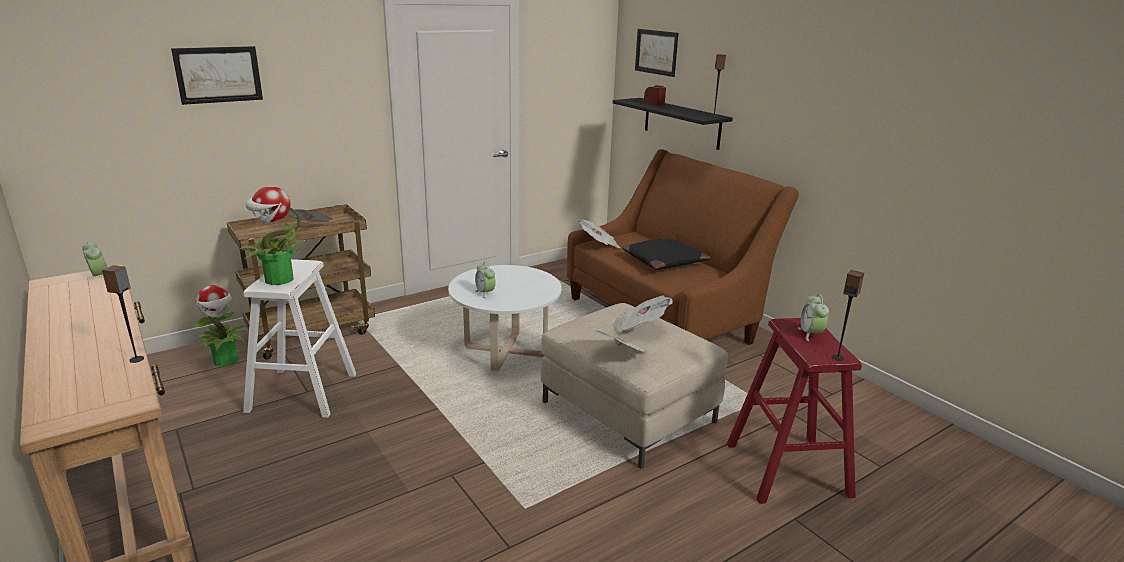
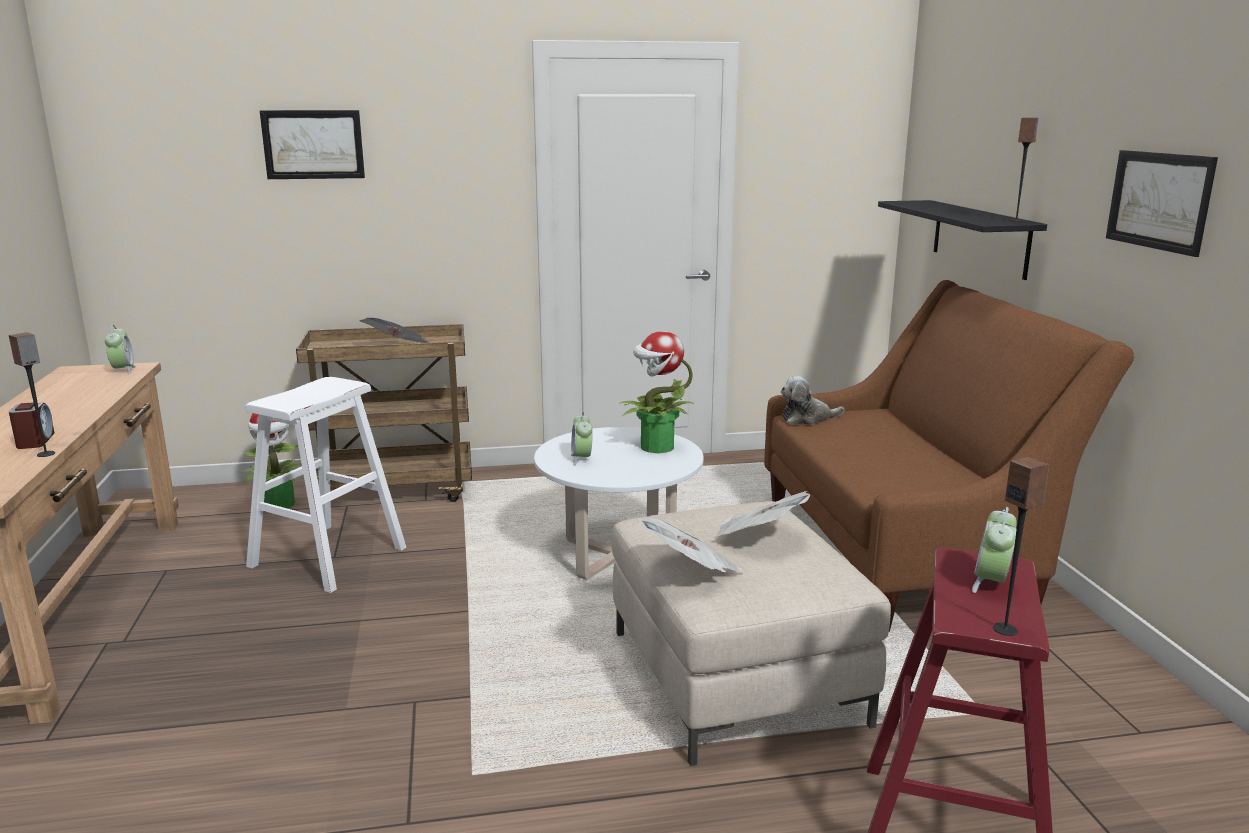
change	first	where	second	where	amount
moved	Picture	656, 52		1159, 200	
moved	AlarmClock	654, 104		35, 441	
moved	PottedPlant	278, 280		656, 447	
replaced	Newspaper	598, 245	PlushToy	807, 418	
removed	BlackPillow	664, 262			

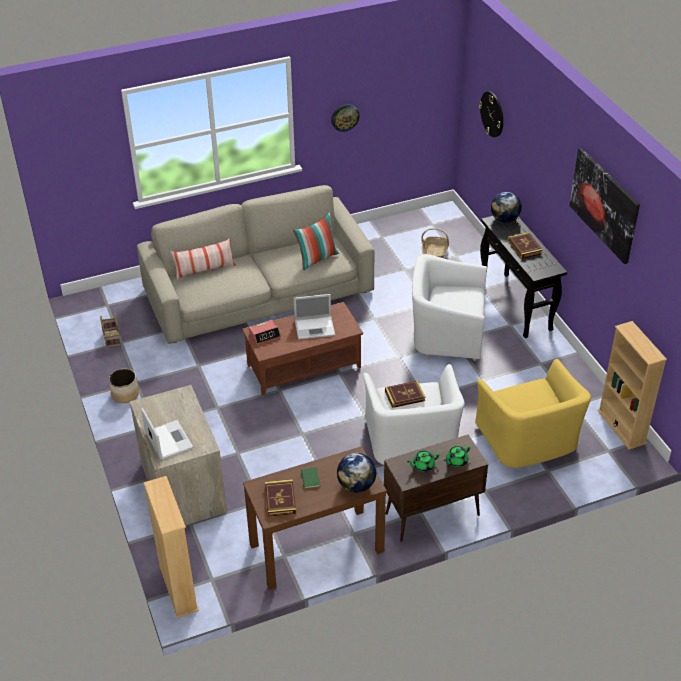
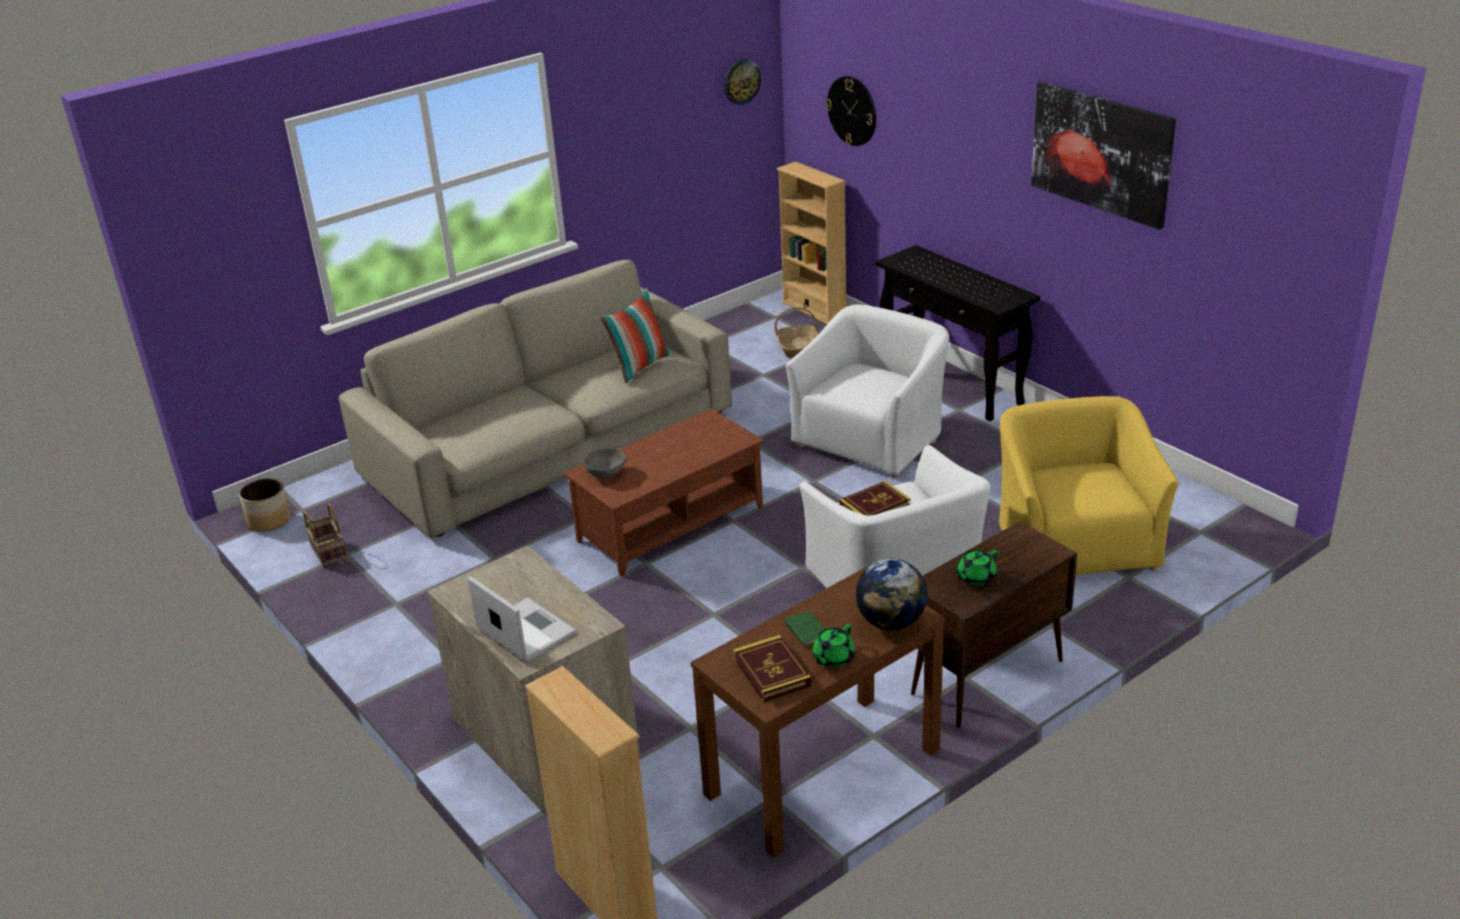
change	first	where	second	where	amount
moved	WallClock	345, 117		741, 81	
removed	Globe	505, 219			
removed	Book	525, 247			
removed	Pillow	204, 270			
turned	WhiteArmchair	446, 334		871, 439	135 degrees clockwise
removed	Laptop	315, 327			
replaced	AlarmClock	265, 335	GreyBowl	606, 473	
moved	BeigeBookcase	621, 427		814, 309	
turned	YellowArmchair	528, 440		1074, 544	150 degrees counterclockwise
moved	Planter	125, 394		269, 520	
moved	GreenTeapot	456, 461		833, 658	

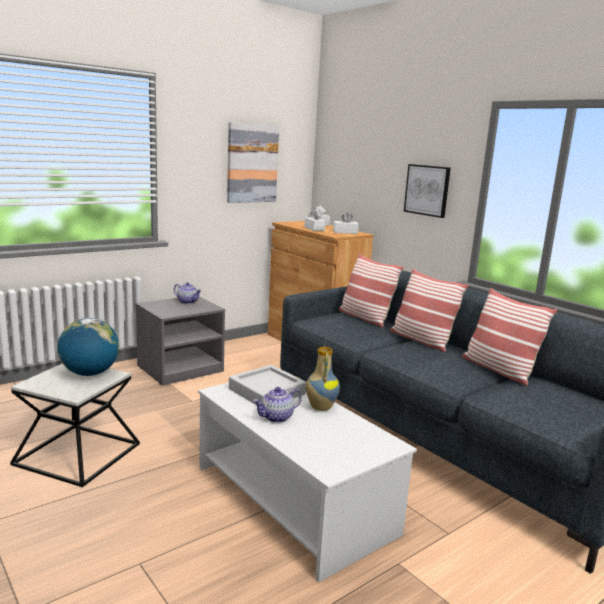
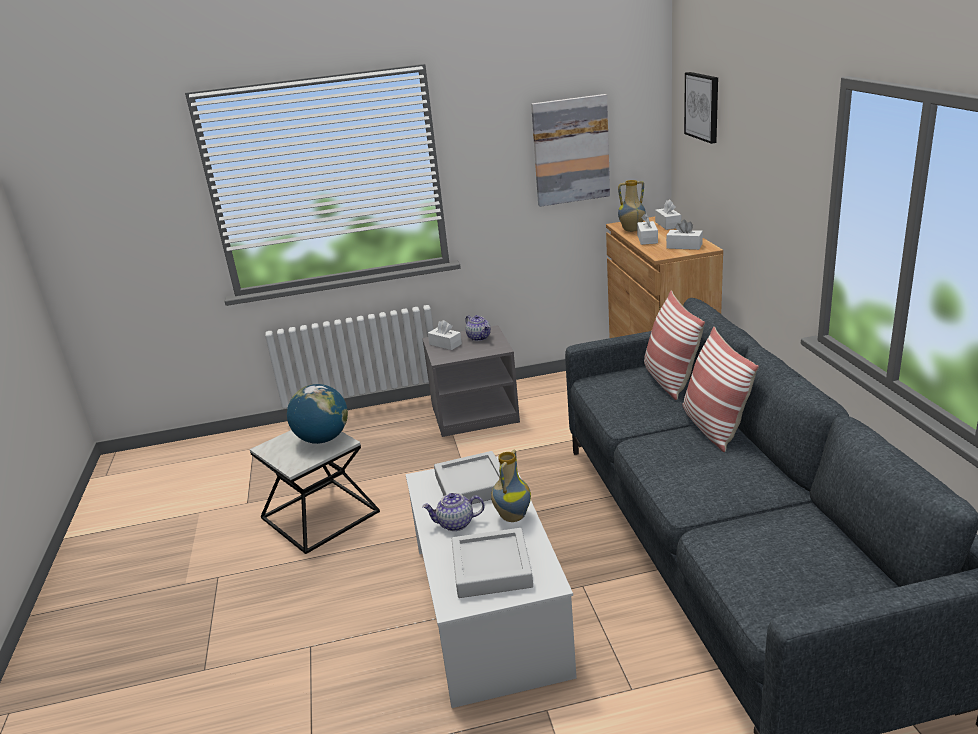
change	first	where	second	where	amount
moved	Picture	427, 190		702, 106	
removed	Pillow	499, 370			
added			Vase	631, 230	
added			WhiteTissueBox	445, 344	
added			GreyTray	491, 568	

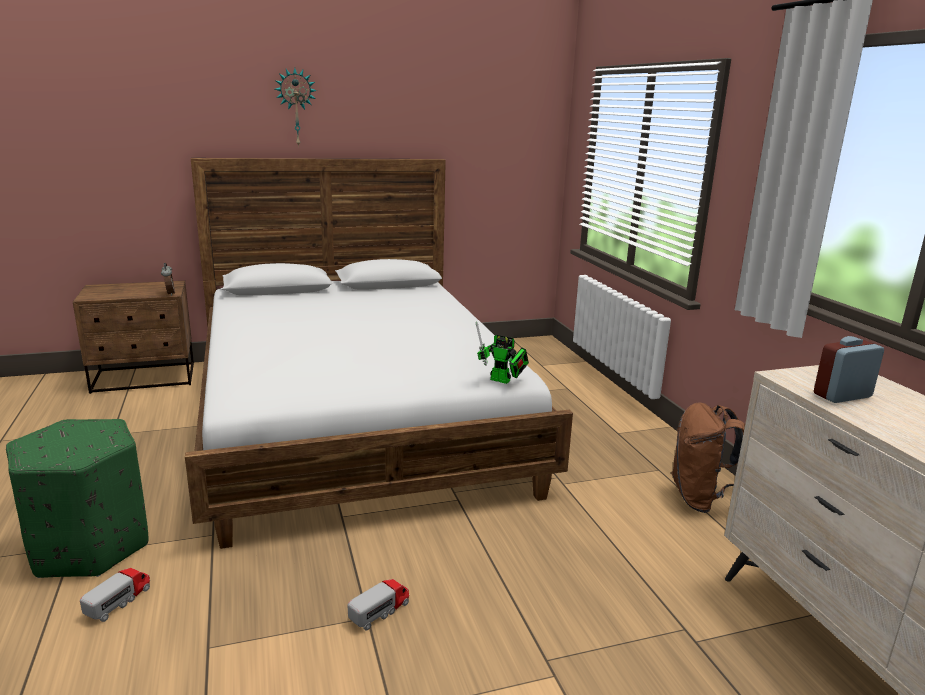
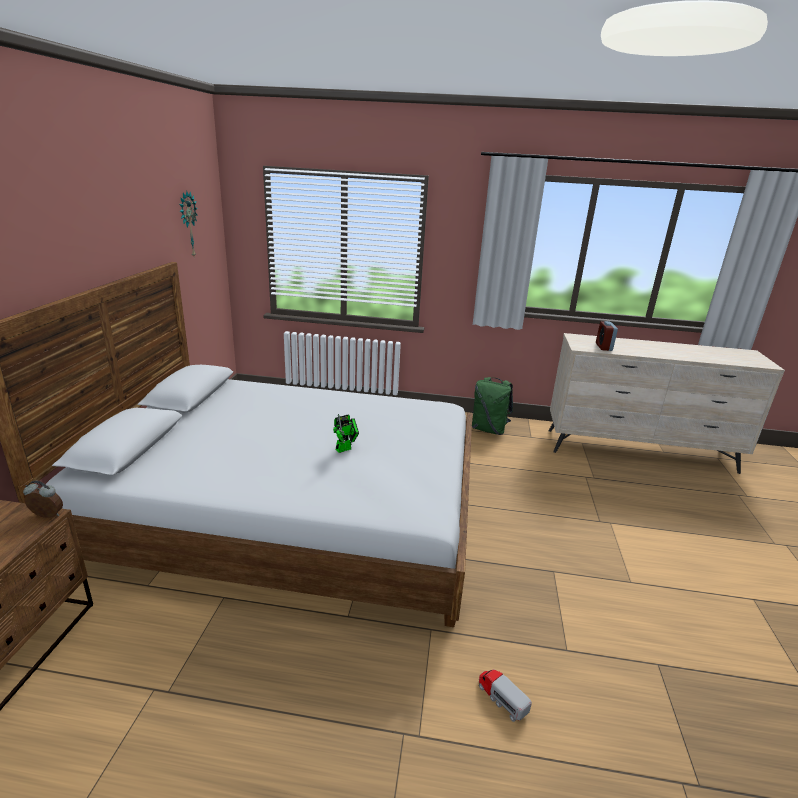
change	first	where	second	where	amount
moved	WallClock	296, 107		187, 224	
moved	ToyRobot	503, 381		345, 448	
recoloured	BrownBackpack	703, 500	GreenBackpack	489, 429	
removed	GreenOttoman	90, 545			
removed	ToyTruck	380, 611			

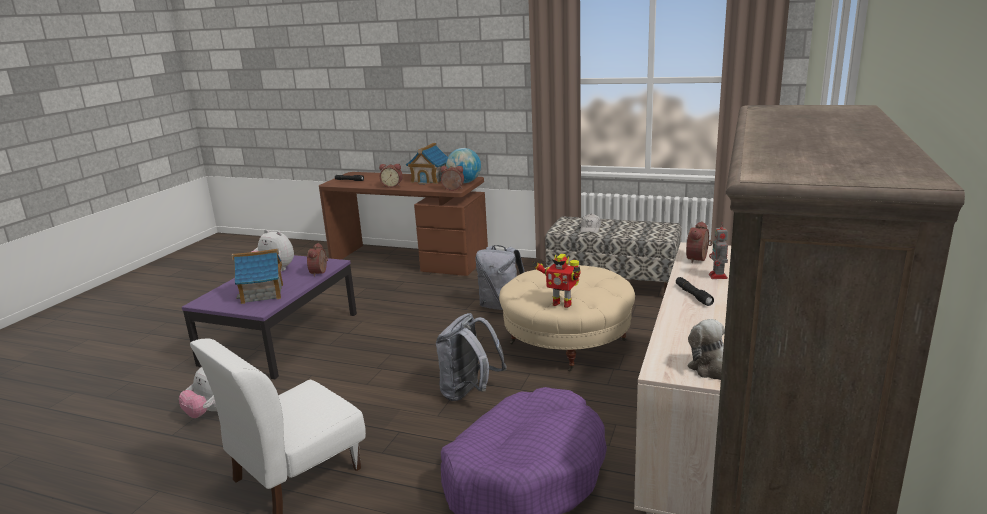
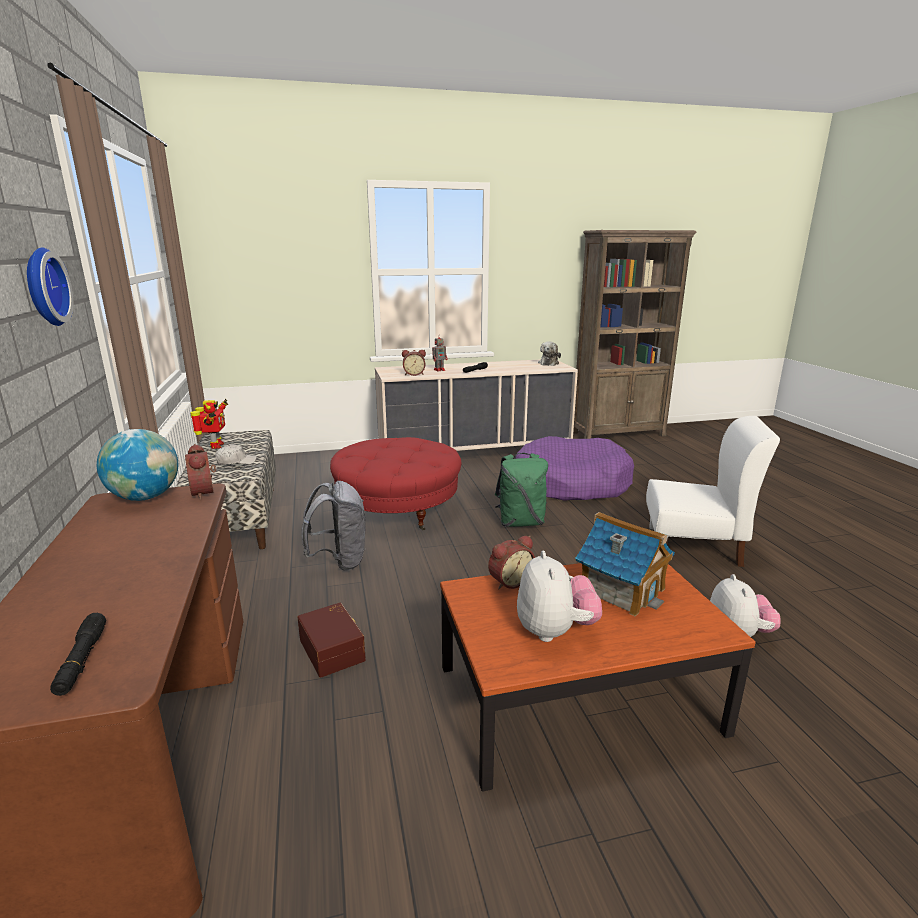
change	first	where	second	where	amount
removed	ToyHouse	430, 179			
removed	AlarmClock	392, 186			
moved	ToyRobot	561, 303		215, 446	
recoloured	PurpleCoffeeTable	282, 338	BrownCoffeeTable	577, 698	
recoloured	BeigeOttoman	567, 342	RedOttoman	398, 509	
recoloured	GreyBackpack	469, 393	GreenBackpack	520, 522	
added			WallClock	42, 287	
added			BrownStorageBox	333, 649	

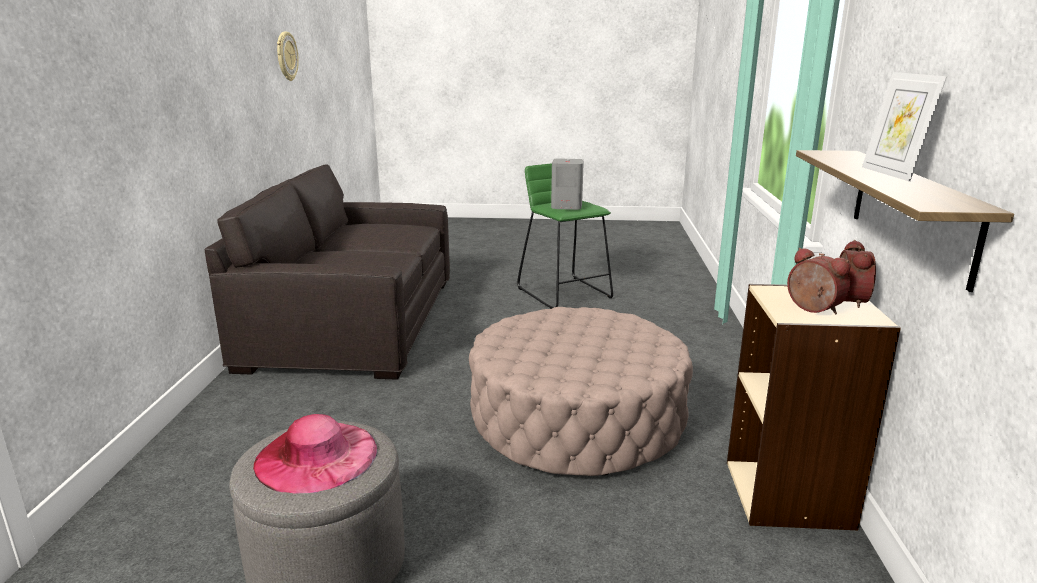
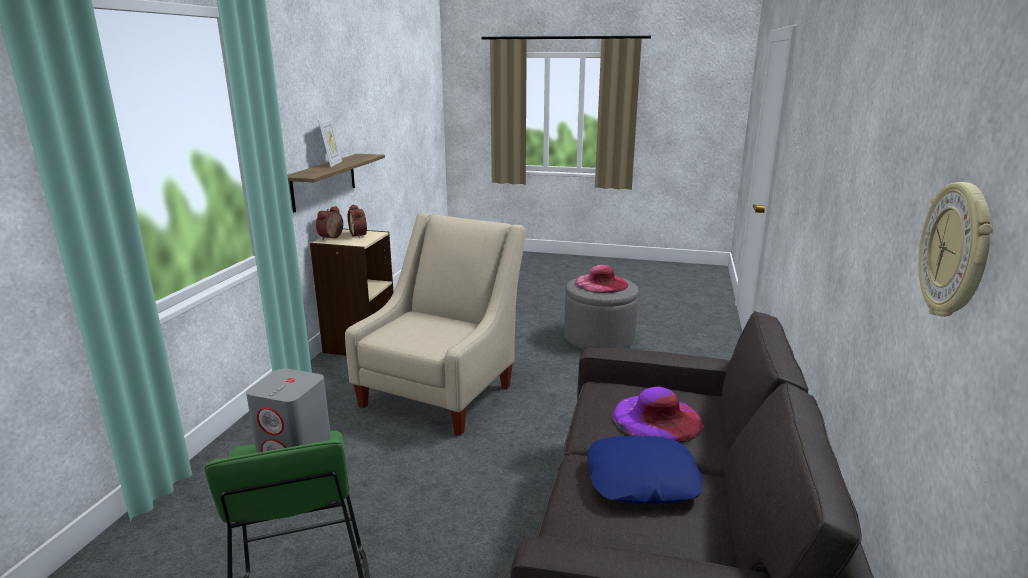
change	first	where	second	where	amount
replaced	BeigeOttoman	577, 419	BeigeArmchair	443, 391	
added			PurpleHat	657, 418	
added			BluePillow	642, 480	

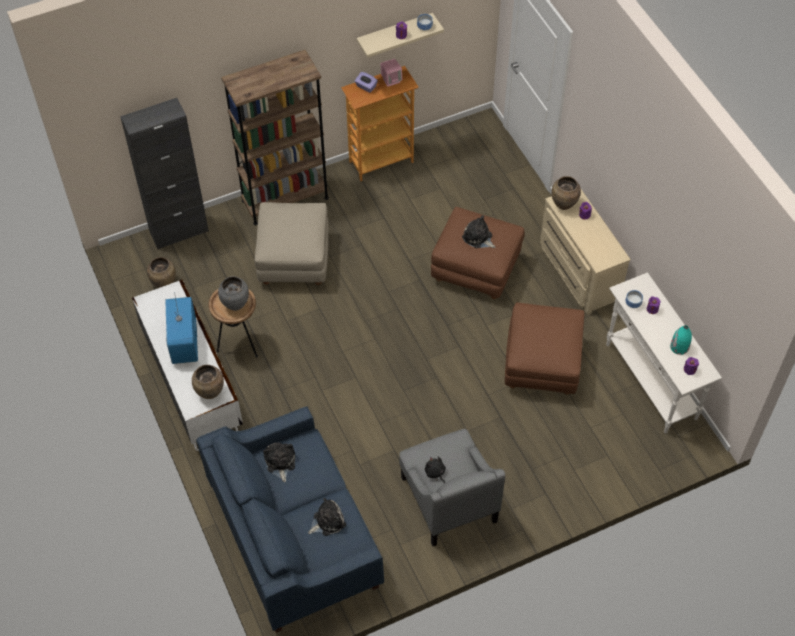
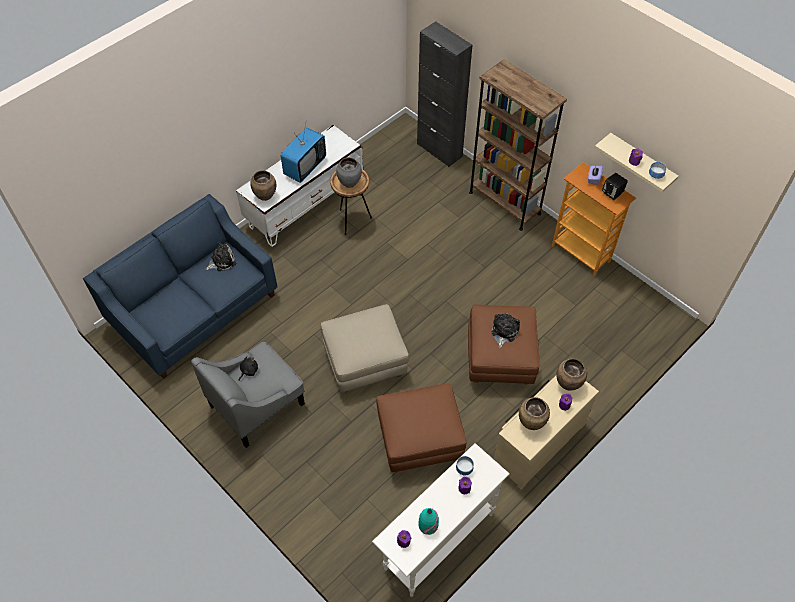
change	first	where	second	where	amount
recoloured	PinkSpeaker	391, 80	BlackSpeaker	612, 193	
moved	BeigeOttoman	293, 259		365, 361	
moved	BrownVase	164, 284		531, 423	
turned	Television	185, 342		305, 167	150 degrees clockwise
removed	PlushToy	327, 521			

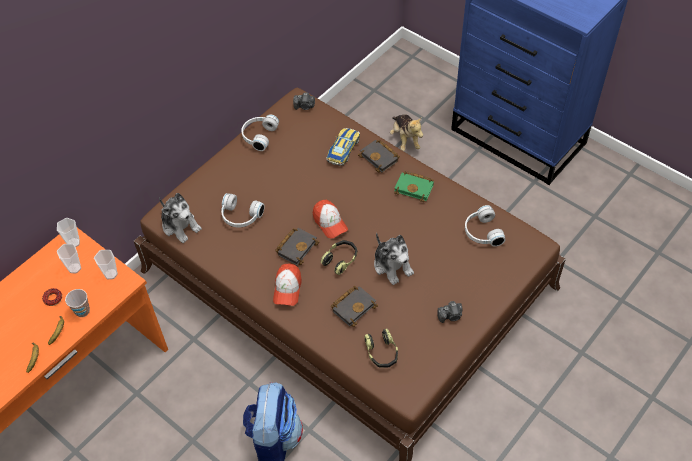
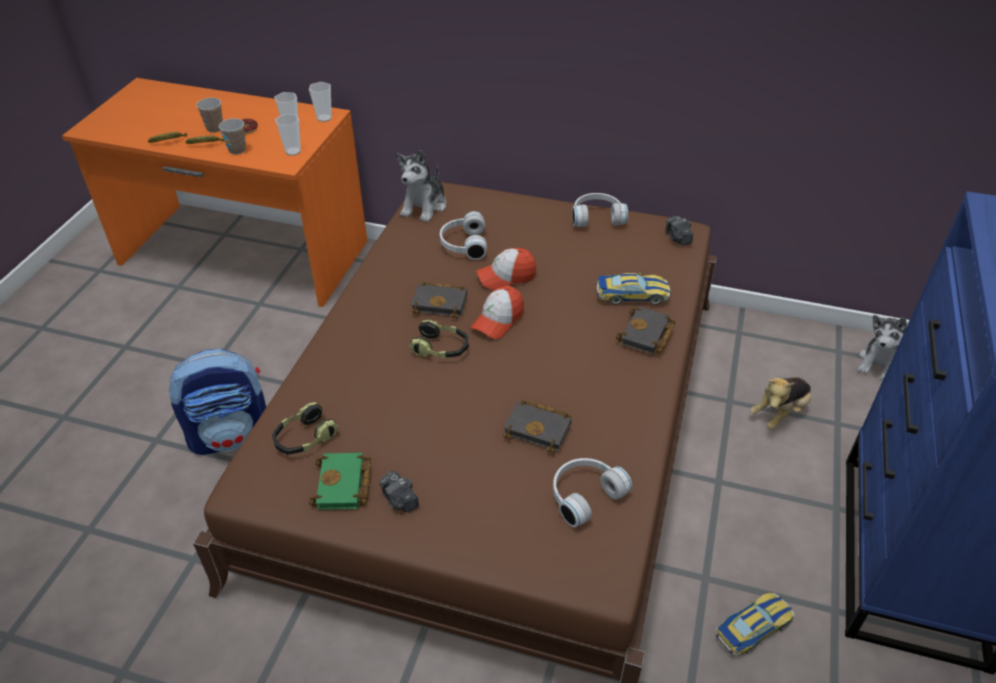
change	first	where	second	where	amount
moved	GreenBook	415, 188		344, 486	
moved	PlushToy	392, 265		880, 364	
moved	Cap	287, 289		506, 276	
moved	BlackBook	354, 306		540, 428	
added			Cup	215, 128	
added			ToyCar	753, 628	

